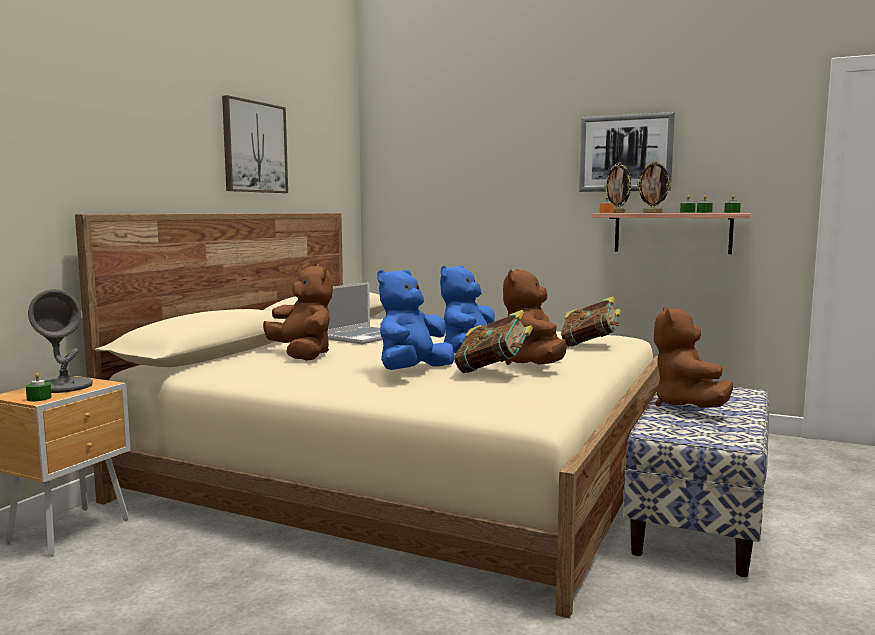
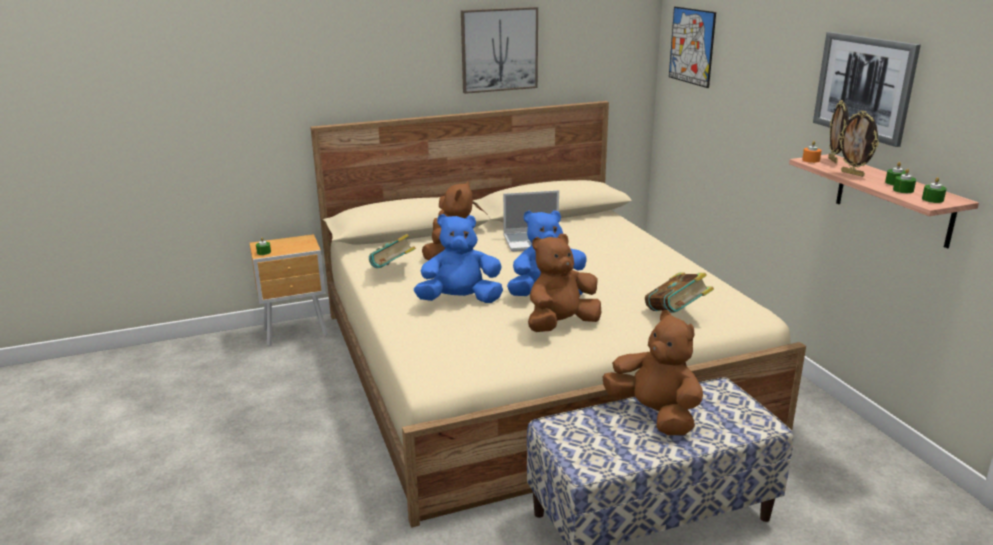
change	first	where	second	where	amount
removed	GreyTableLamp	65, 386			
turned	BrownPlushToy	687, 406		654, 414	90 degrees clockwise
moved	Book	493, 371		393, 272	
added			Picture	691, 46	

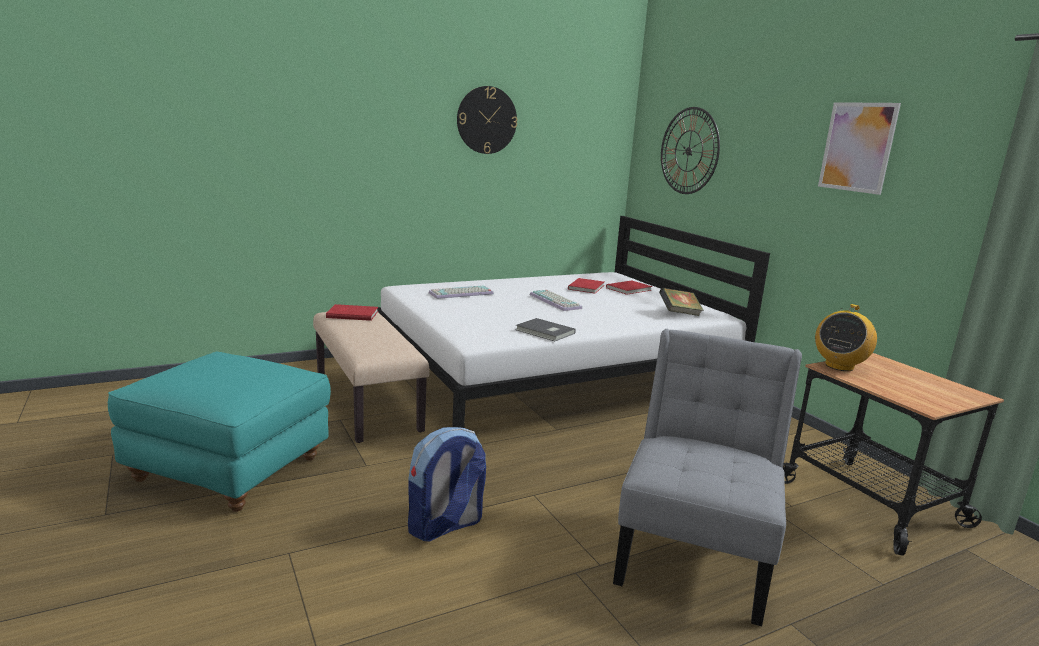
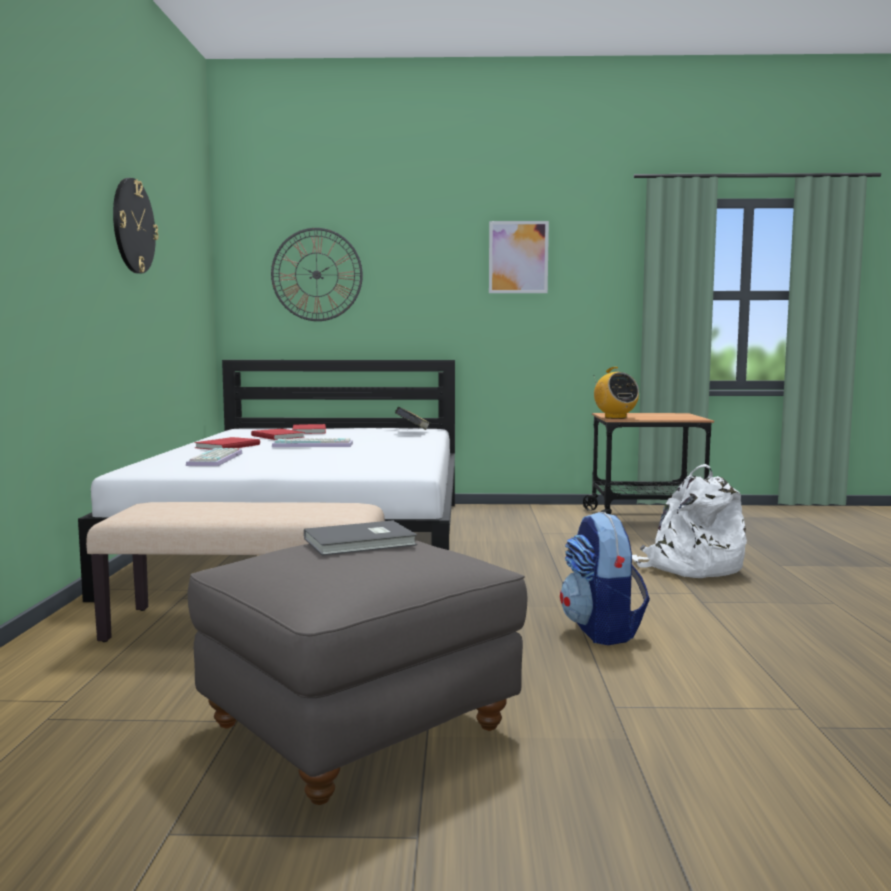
change	first	where	second	where	amount
moved	RedBook	352, 314		226, 446	
moved	GreyBook	545, 332		362, 542	
replaced	GreyChair	695, 554	WhiteBackpack	690, 567	
recoloured	TurquoiseOttoman	231, 469	GreyOttoman	358, 726	

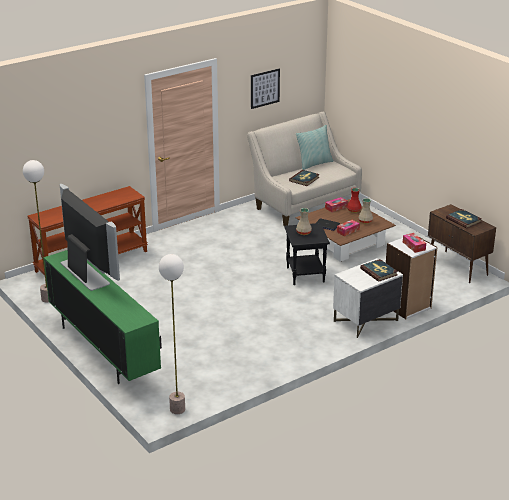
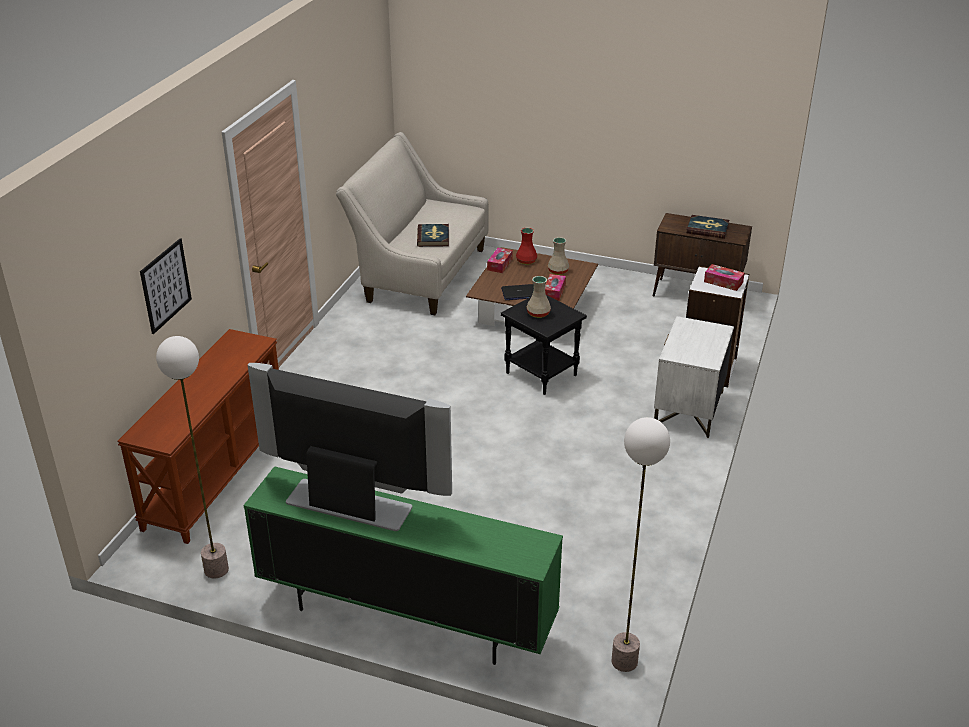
change	first	where	second	where	amount
moved	Picture	265, 88		166, 285	
removed	Pillow	314, 163			
removed	Book	379, 272			

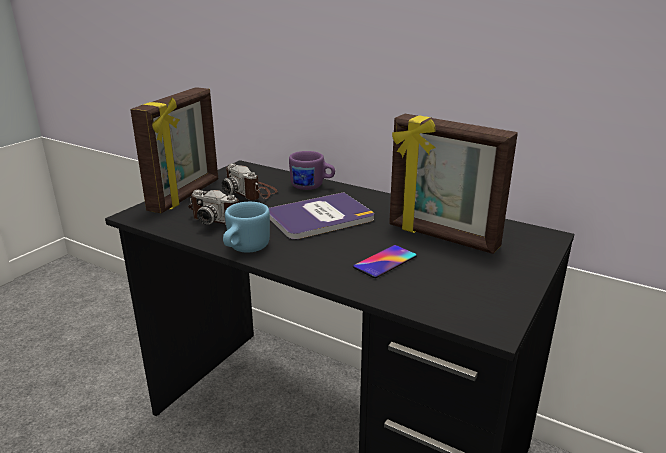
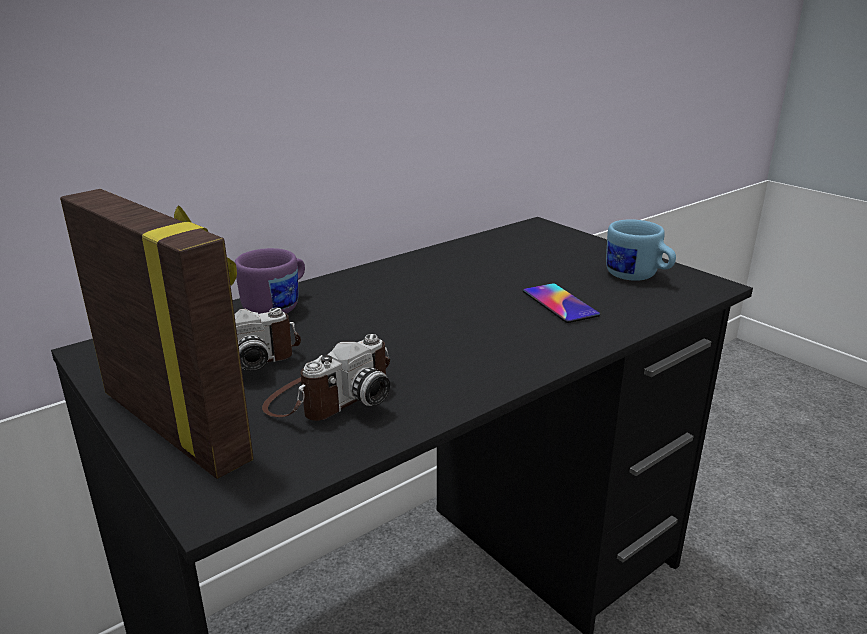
change	first	where	second	where	amount
removed	PictureFrame	441, 237			
removed	Book	319, 217			
moved	BlueMug	244, 249		637, 277	

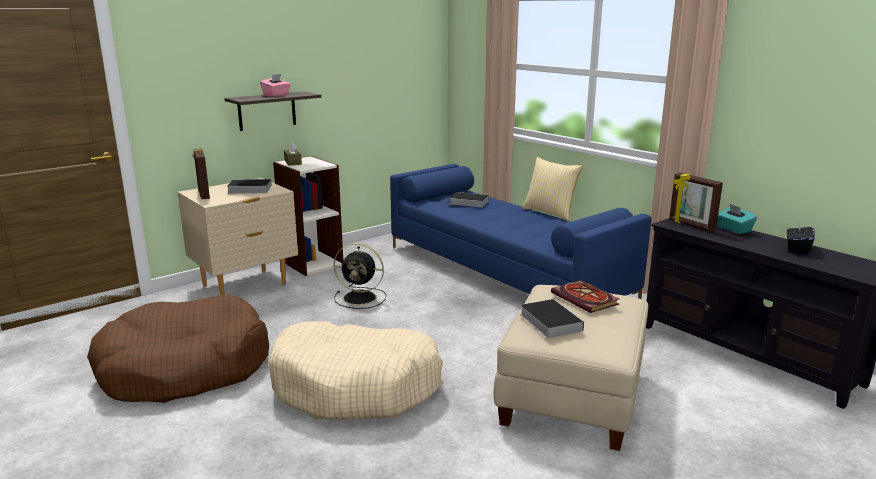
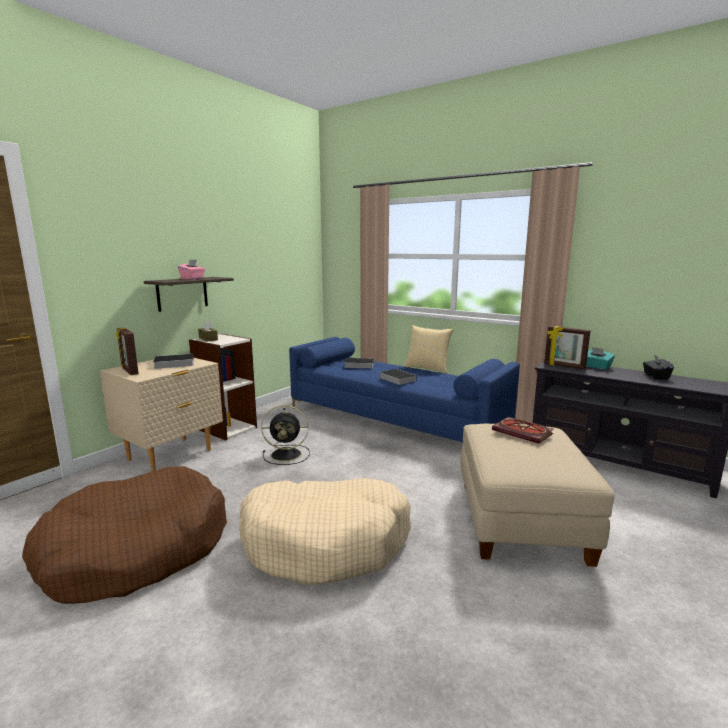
change	first	where	second	where	amount
moved	Book	549, 321		396, 379	

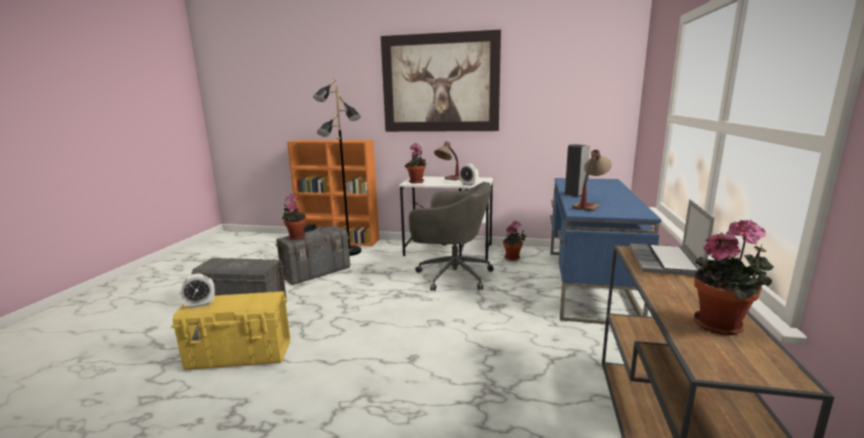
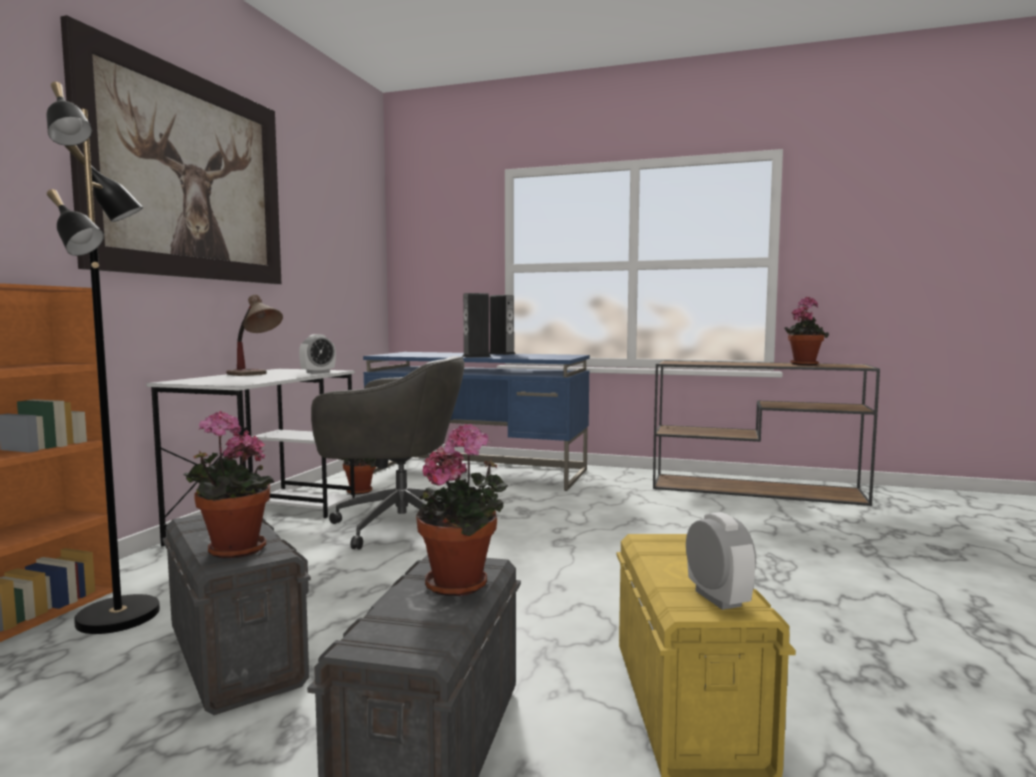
change	first	where	second	where	amount
moved	PottedPlant	416, 182		462, 584	
removed	TableLamp	589, 205			
turned	GreyOfficeChair	452, 275		396, 526	75 degrees clockwise
removed	Laptop	666, 262			
added			Speaker	502, 354	

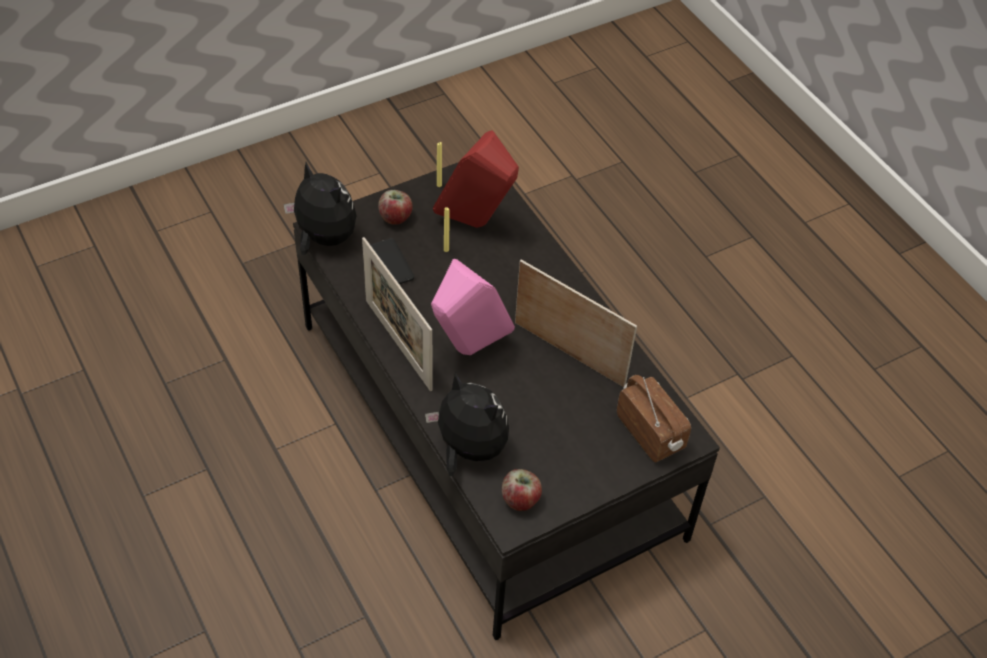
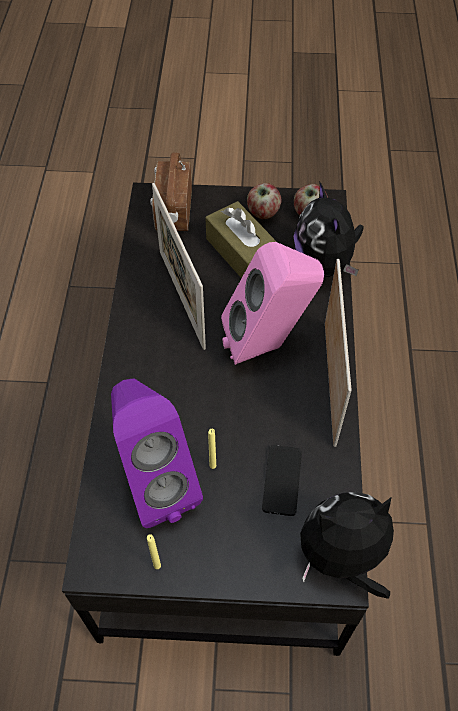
change	first	where	second	where	amount
recoloured	RedSpeaker	476, 223	PurpleSpeaker	156, 483	
turned	PlushToy	323, 238		342, 558	90 degrees clockwise
moved	Apple	395, 217		263, 212	
added			BrownTissueBox	242, 253	

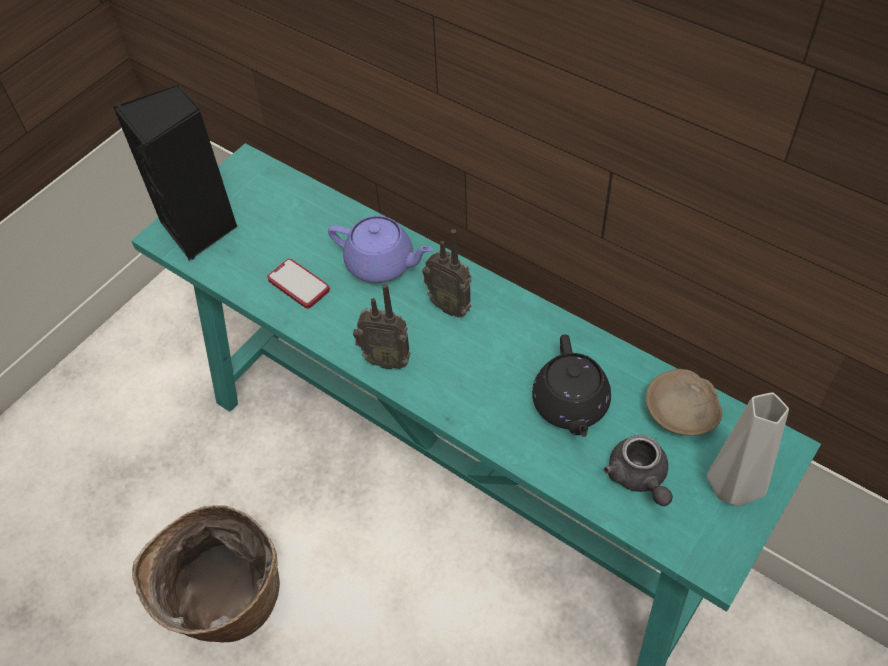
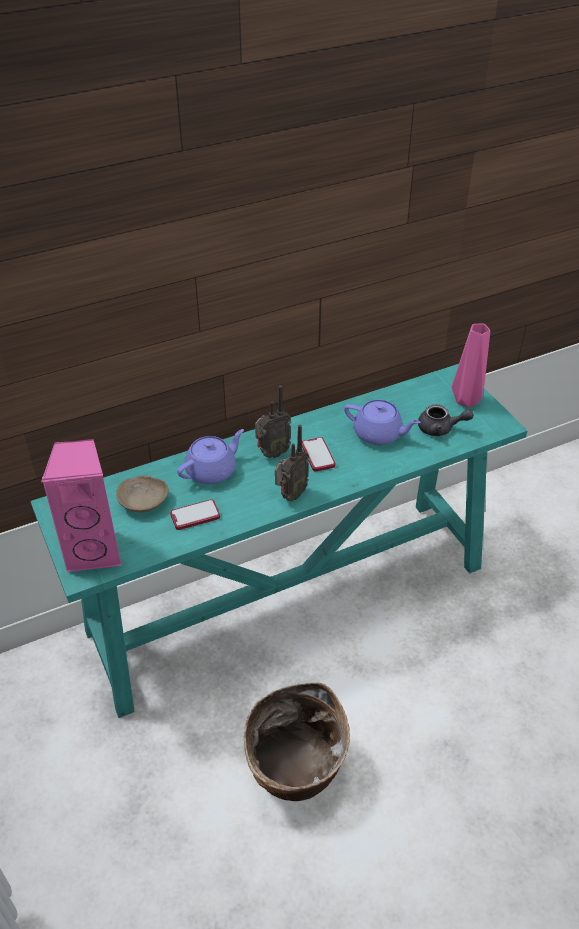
change	first	where	second	where	amount
recoloured	BlackSpeaker	201, 229	PinkSpeaker	95, 551	
recoloured	BlackTeapot	570, 405	PurpleTeapot	379, 434	
moved	BeigeBowl	681, 411		143, 501	
recoloured	GreyVase	735, 490	PinkVase	468, 401	
added			Phone	318, 455	

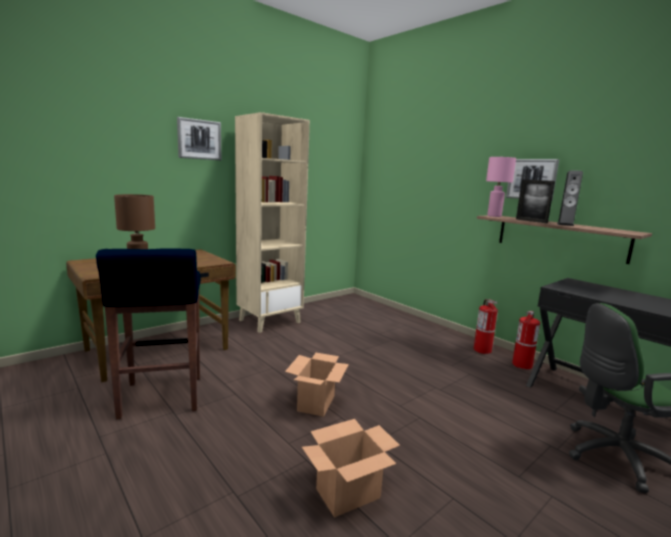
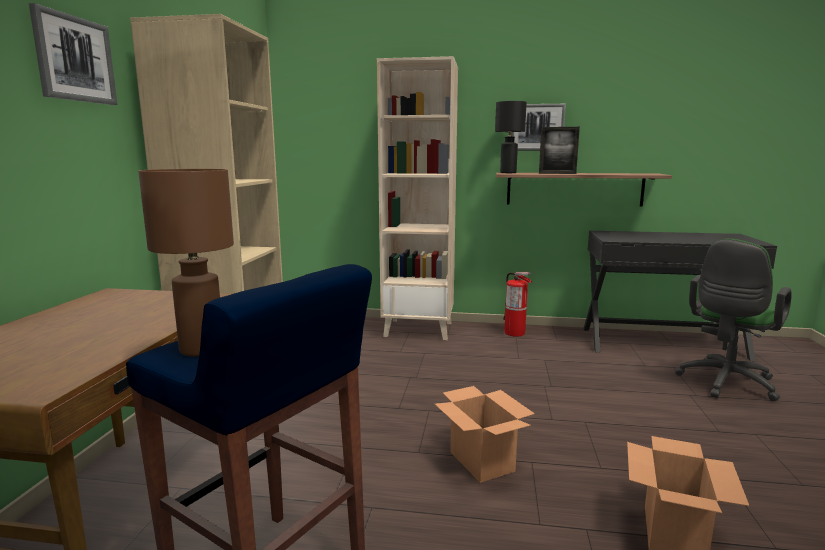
change	first	where	second	where	amount
recoloured	PinkTableLamp	494, 216	BlackTableLamp	507, 173	
removed	Speaker	565, 224			
removed	FireExtinguisher	522, 365			
added			BeigeBookcase	419, 329	

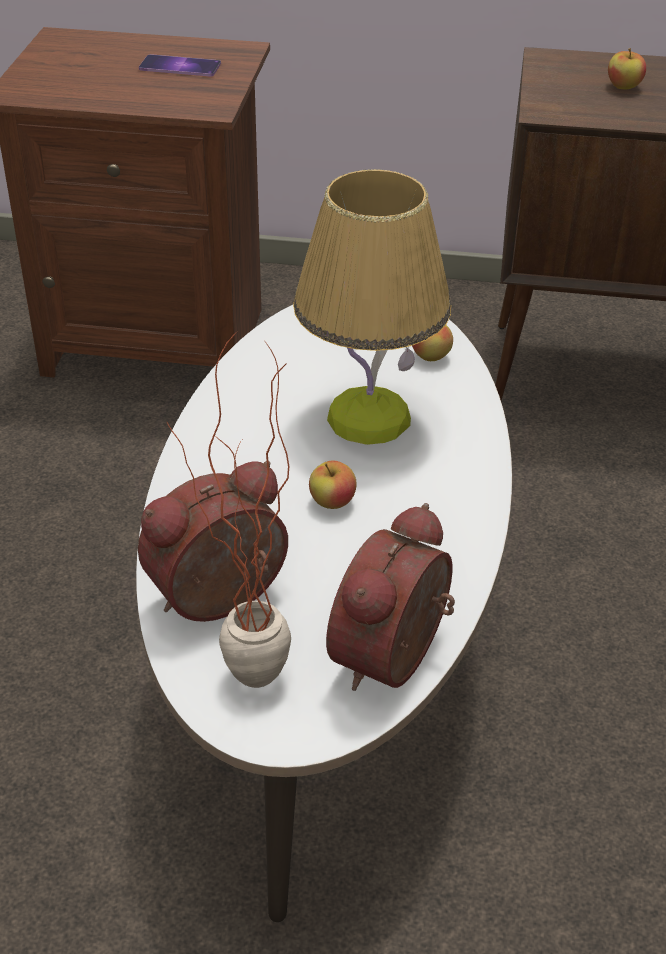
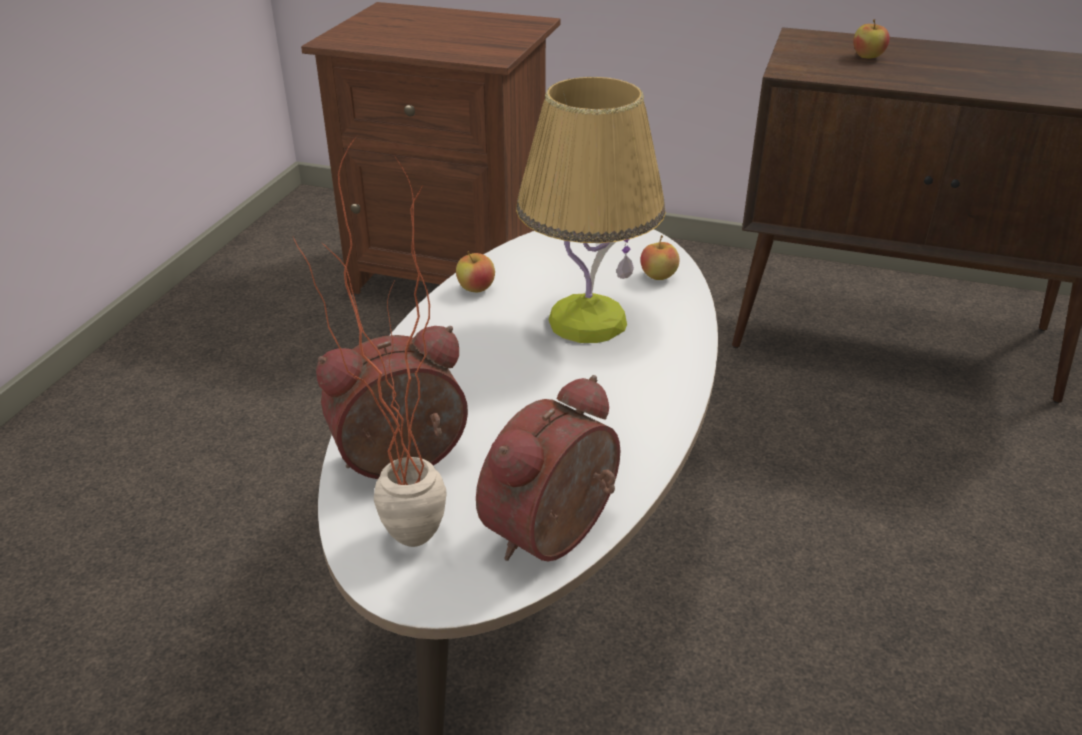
change	first	where	second	where	amount
removed	Phone	180, 66			
moved	Apple	332, 502		476, 289	

